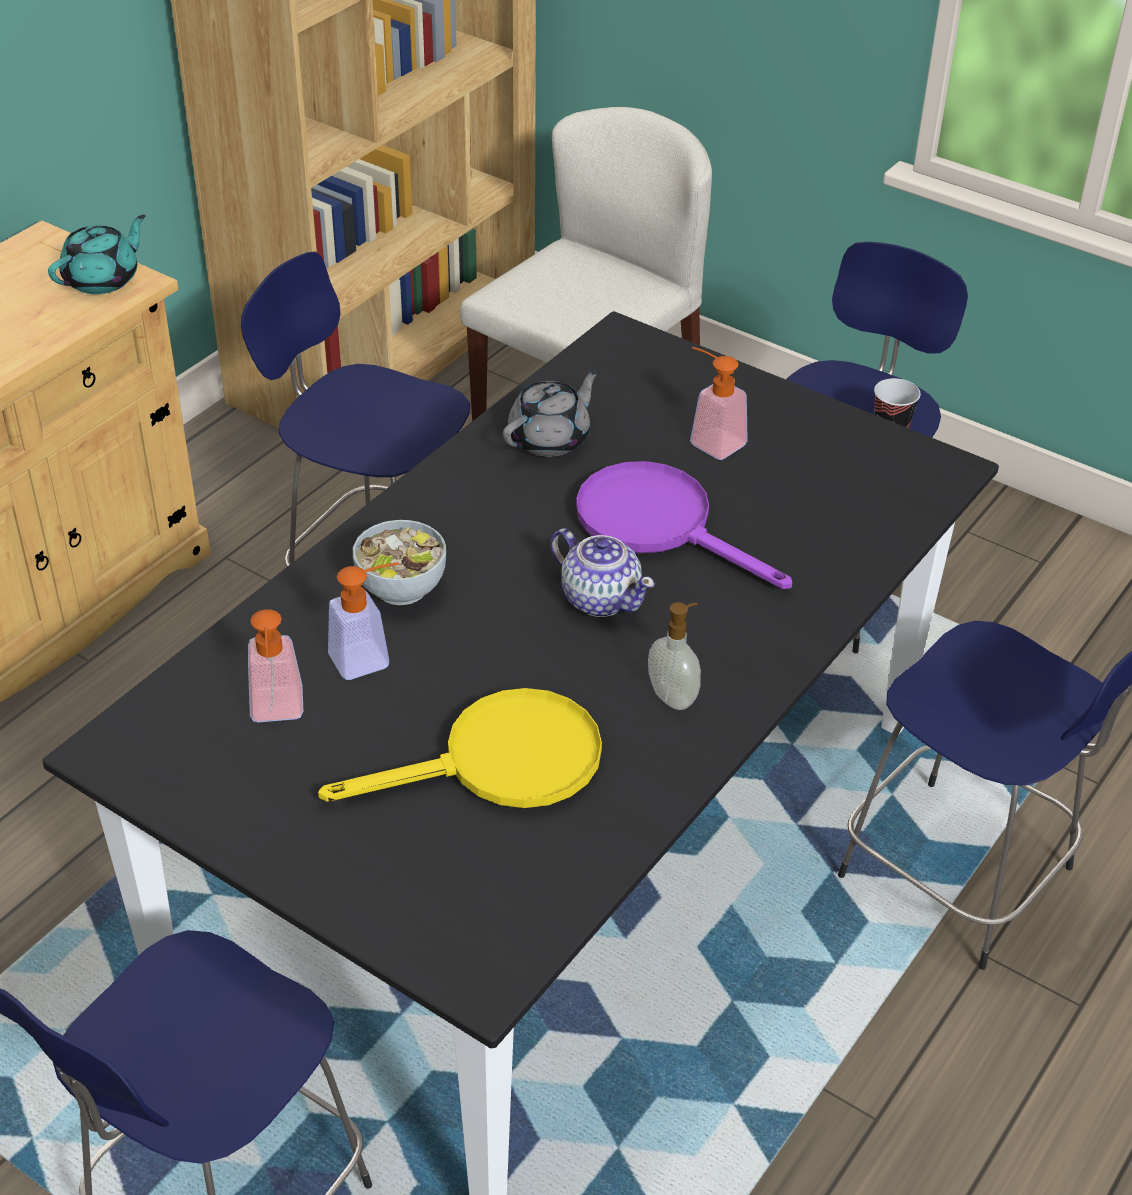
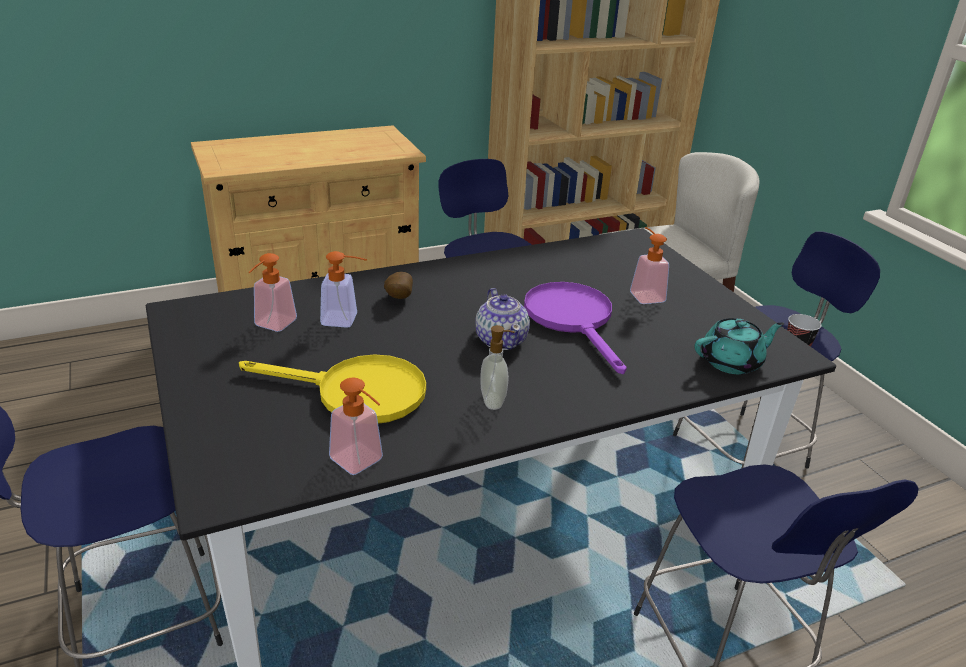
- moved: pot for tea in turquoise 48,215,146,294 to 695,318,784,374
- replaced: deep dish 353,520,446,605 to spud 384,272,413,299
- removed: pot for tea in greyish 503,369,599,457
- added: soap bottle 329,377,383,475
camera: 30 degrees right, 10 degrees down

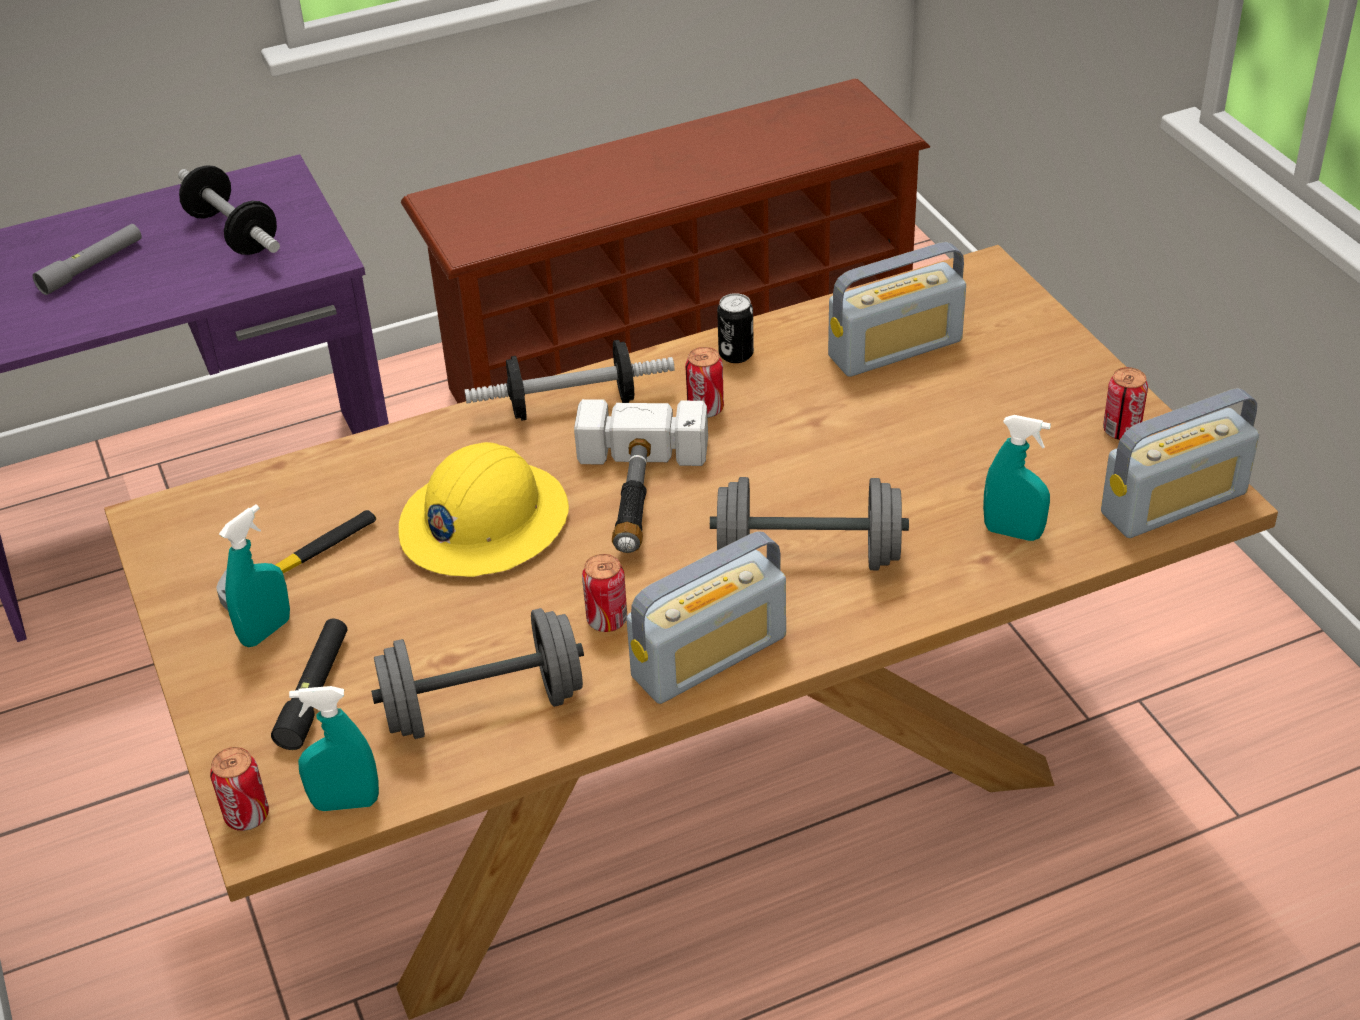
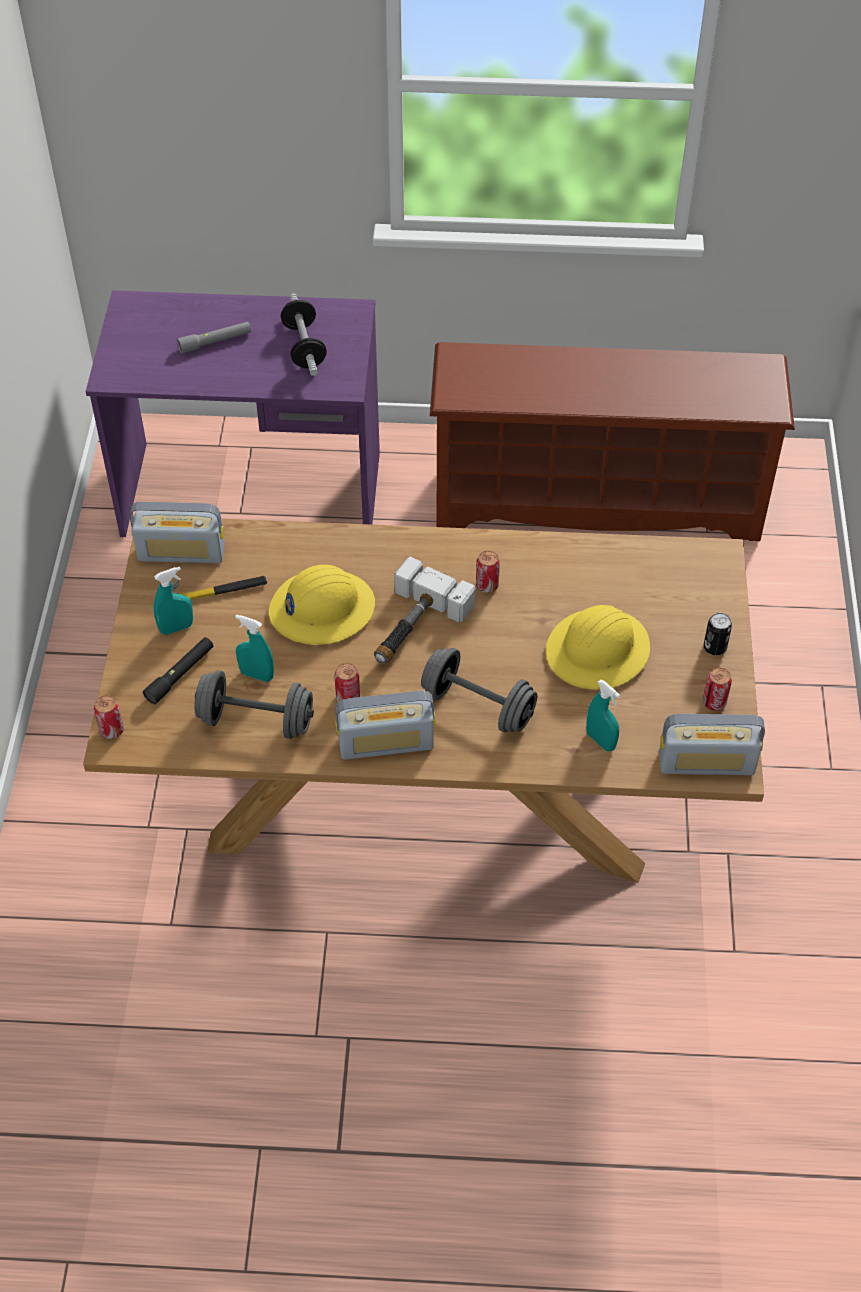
- moved: hand sprayer in turquoise 289,686,379,811 to 235,615,274,682
- removed: dumbbell 464,340,674,421
- moved: sealed can 717,293,754,363 to 704,613,732,655
- moved: radio 828,242,966,377 to 130,502,225,563
- added: work helmet in yellowish 546,605,650,690
camera: 25 degrees right, 10 degrees up

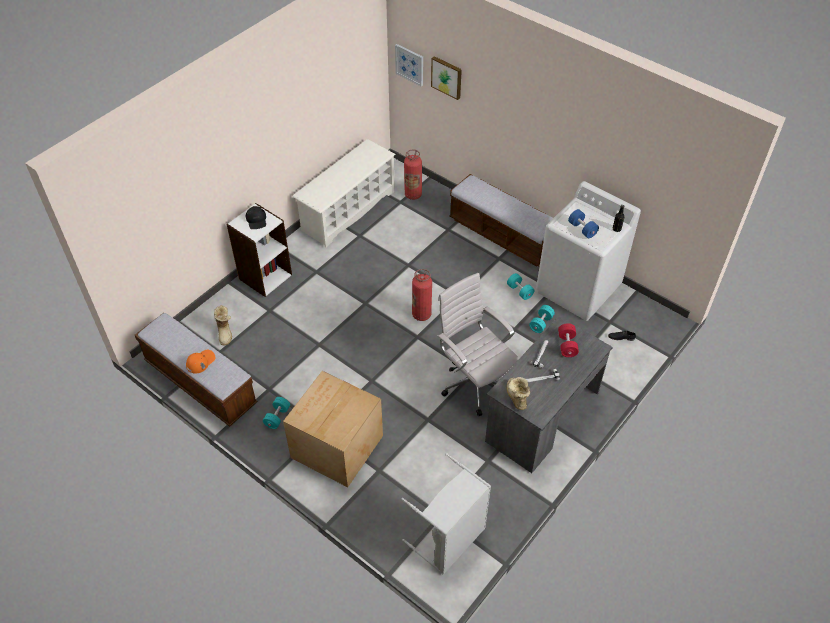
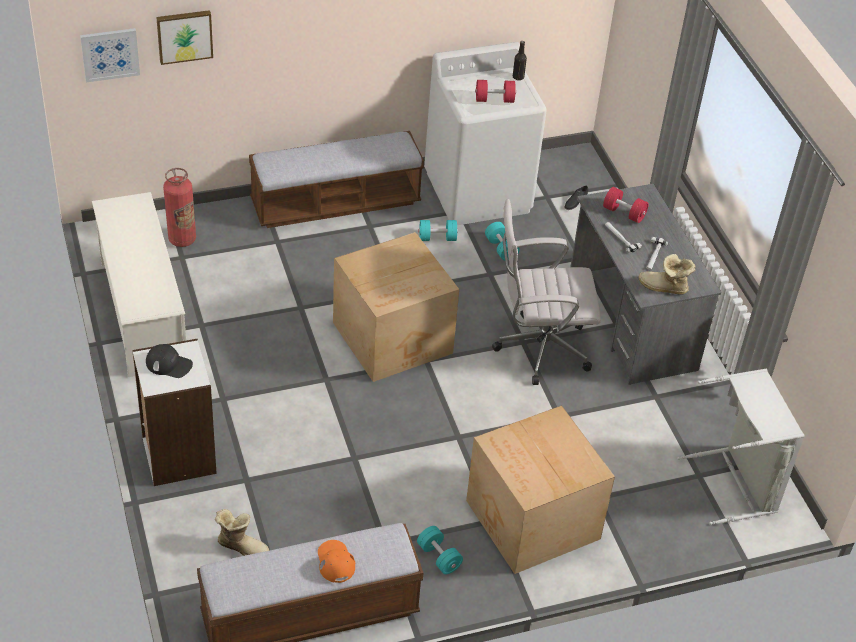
- replaced: extinguisher 412,269,432,321 to packing box 333,232,459,382
- recoloured: dumbbell in blue-coloured 568,209,599,238 to dumbbell in red-coloured 475,80,516,103
camera: 60 degrees left, 5 degrees down

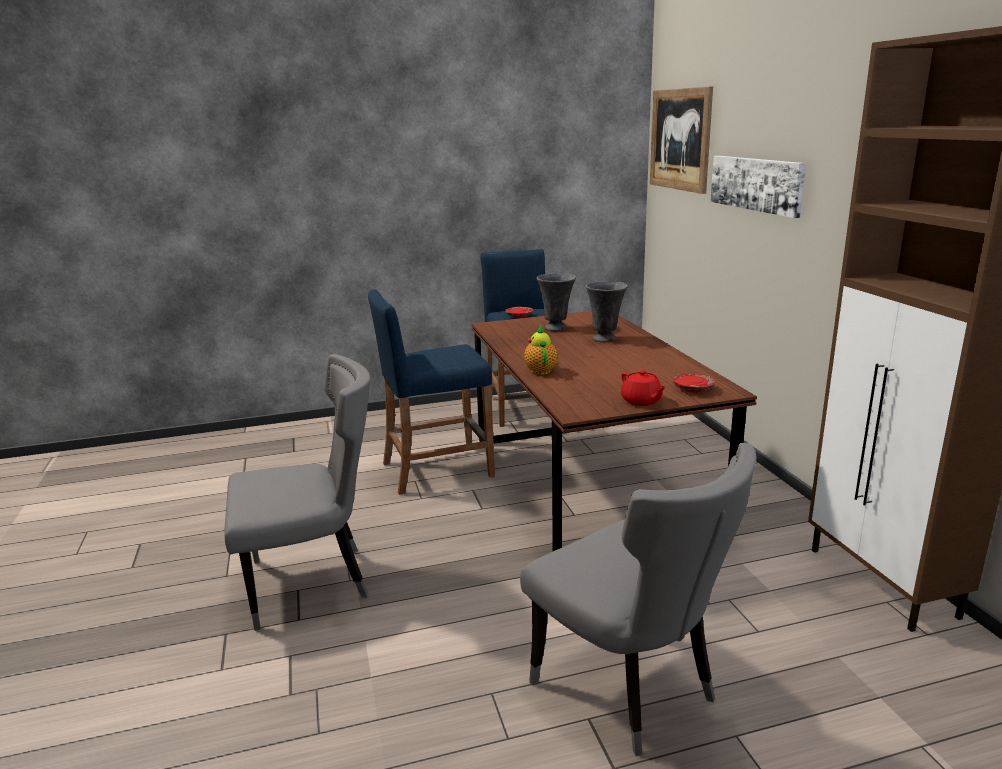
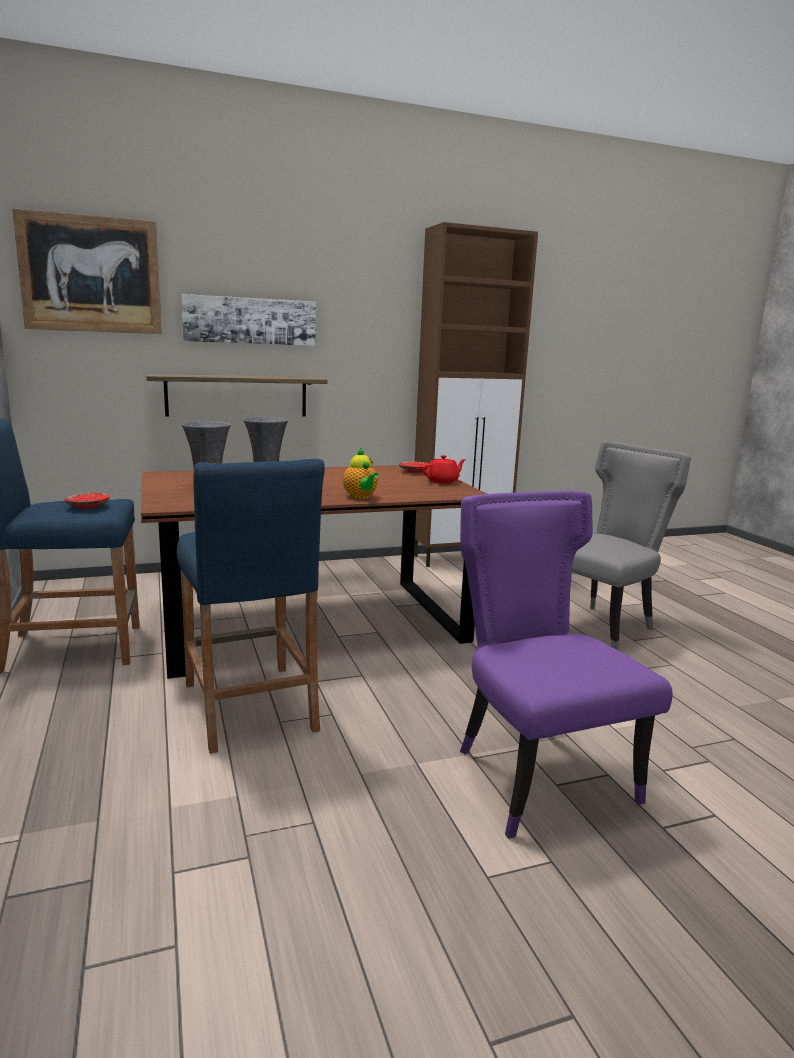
- recoloured: chair in greyish 225,354,371,631 to chair in purple 460,491,673,839
- turned: pot for tea 524,325,558,375 = 343,447,378,499 105 degrees counterclockwise
- added: shelf 146,374,328,416
camera: 95 degrees left, 5 degrees down

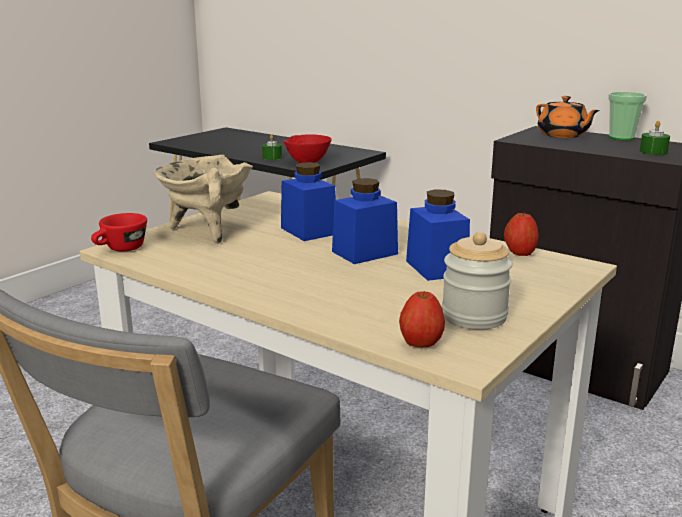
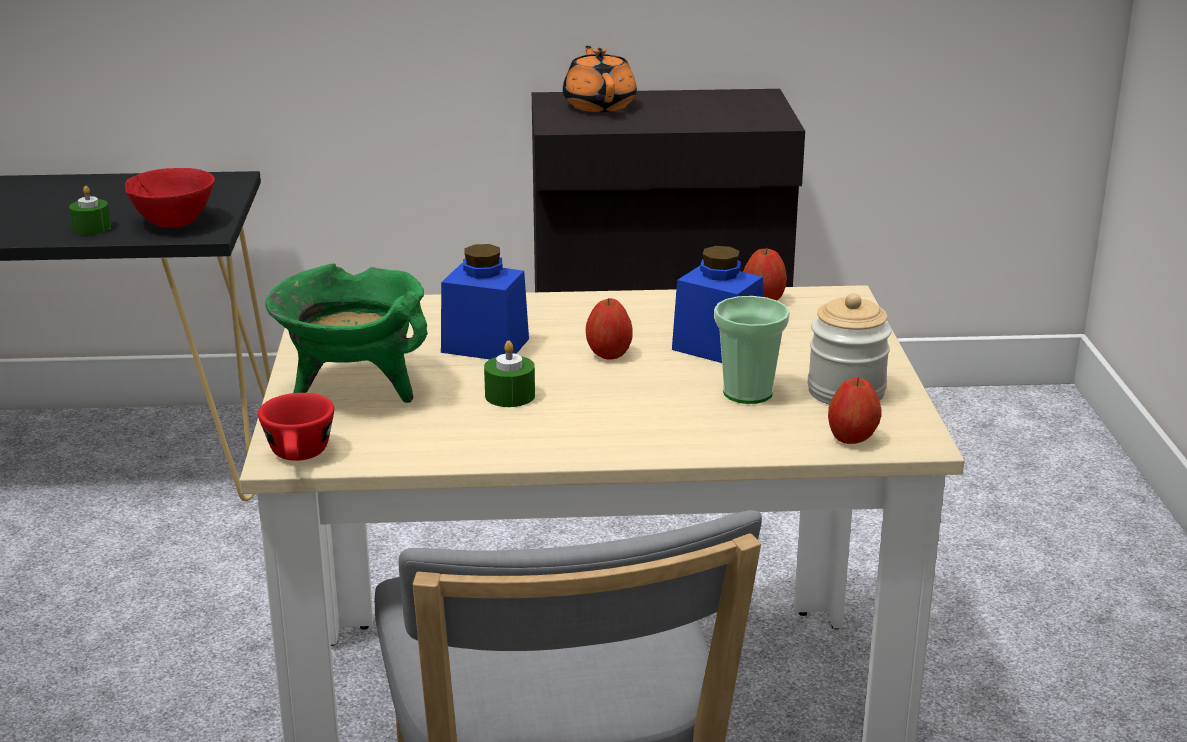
- recoloured: cooking pot in beige-coloured 154,155,253,244 to cooking pot in greenish 265,264,428,403
- replaced: storage jar in blue-coloured 332,178,398,264 to apple fruit 586,298,633,360
- turned: pot for tea in orangey 536,96,600,138 = 563,46,637,112 120 degrees counterclockwise
- moved: drinking cup 608,92,647,140 to 714,296,790,404
- moved: wax light in greenish 640,121,670,155 to 484,341,535,407
camera: 40 degrees left, 5 degrees up

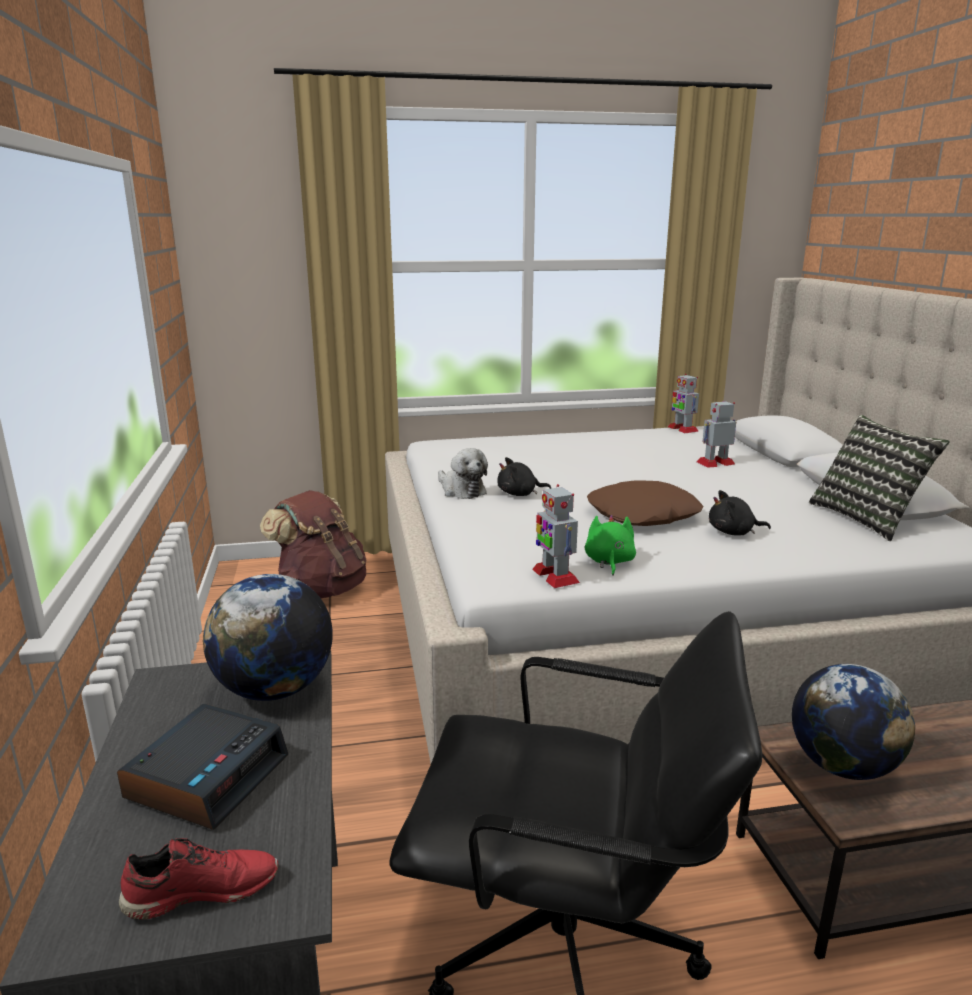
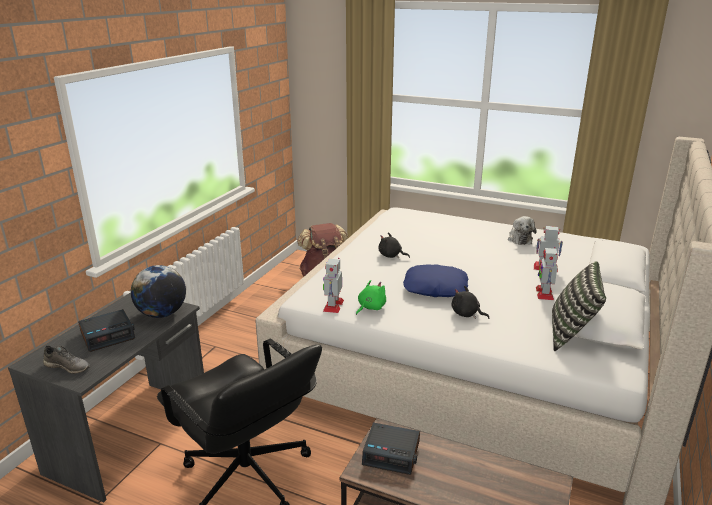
- recoloured: item of footwear in red-coloured 119,838,278,919 to item of footwear in greyish 43,345,90,374
- moved: cuddly toy 438,448,488,499 to 508,216,537,245
- recoloured: pillow in brown-coloured 587,480,703,526 to pillow in blue-coloured 403,264,468,297
- moved: toy robot 668,374,699,433 to 536,247,558,300
- replaced: world globe 792,664,915,780 to alarm clock 362,422,420,475
camera: 35 degrees right, 5 degrees up

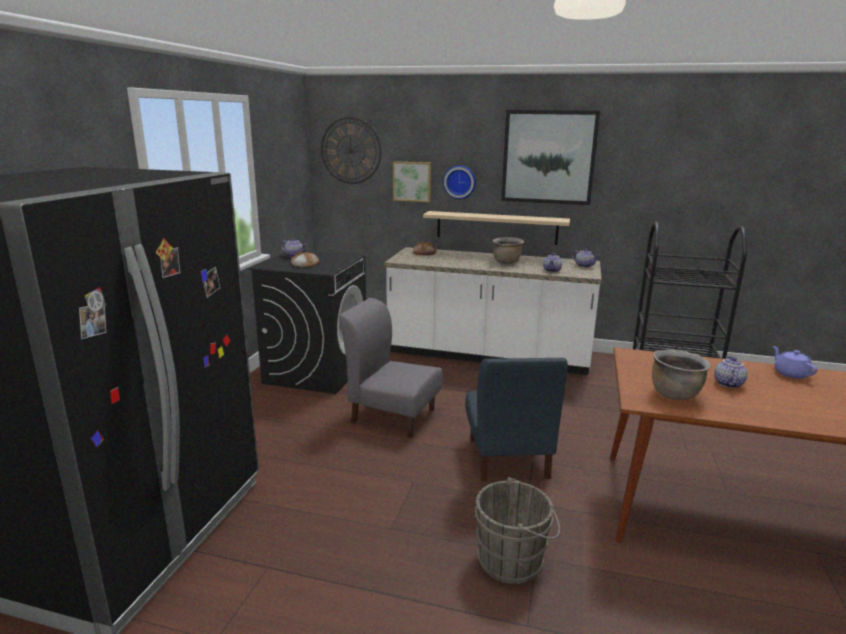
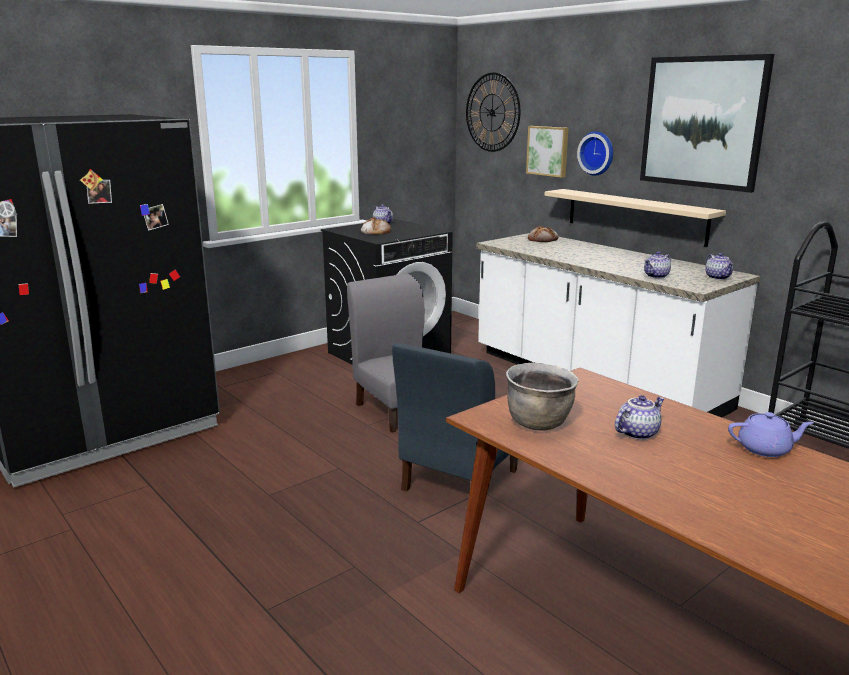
- removed: water bucket in greyish 475,477,560,584
- removed: cooking pot in brown-coloured 492,237,524,264
- turned: pot for tea in purple 773,346,817,379 = 728,412,814,457 75 degrees clockwise
camera: 35 degrees right, 0 degrees up

